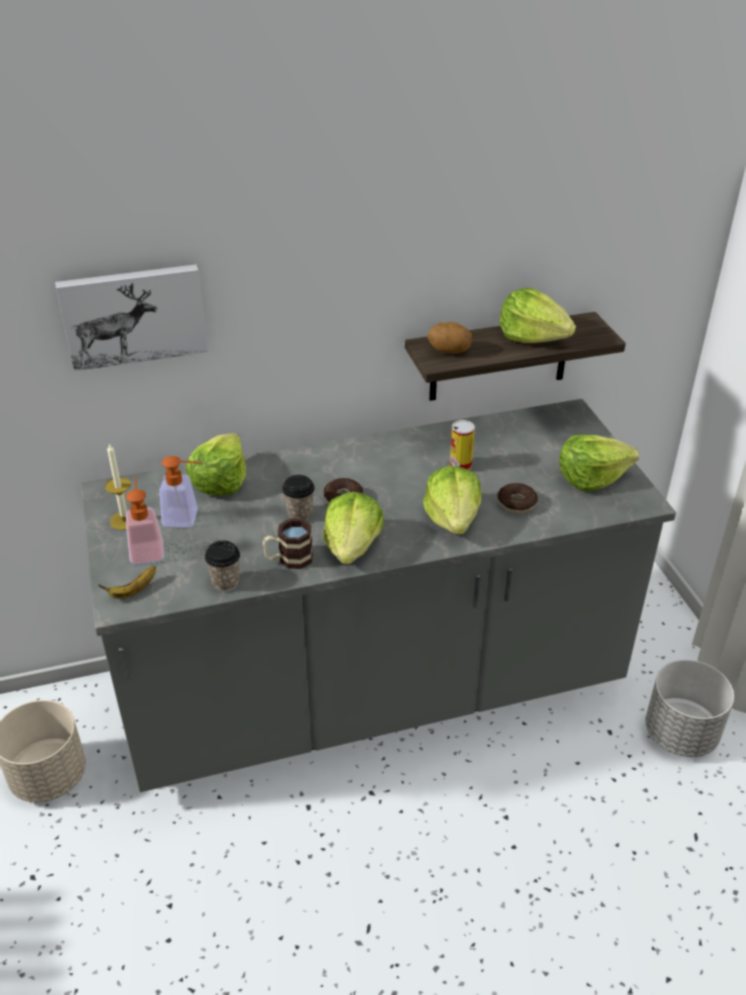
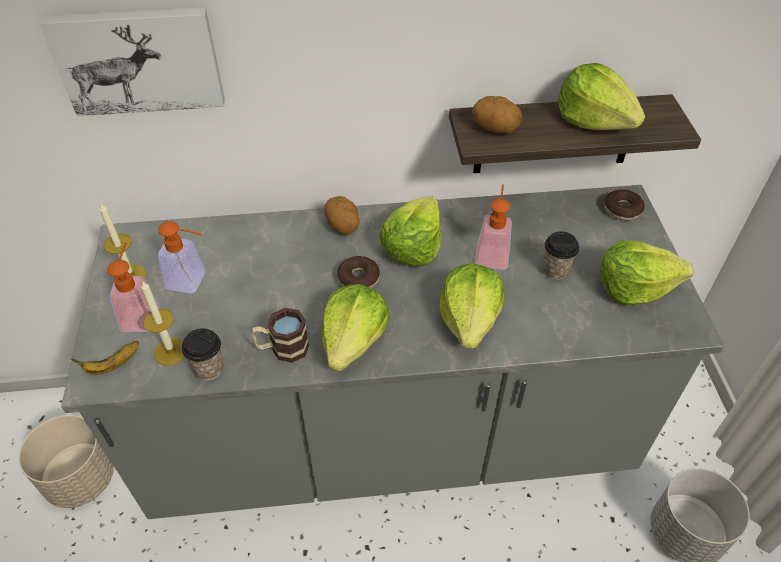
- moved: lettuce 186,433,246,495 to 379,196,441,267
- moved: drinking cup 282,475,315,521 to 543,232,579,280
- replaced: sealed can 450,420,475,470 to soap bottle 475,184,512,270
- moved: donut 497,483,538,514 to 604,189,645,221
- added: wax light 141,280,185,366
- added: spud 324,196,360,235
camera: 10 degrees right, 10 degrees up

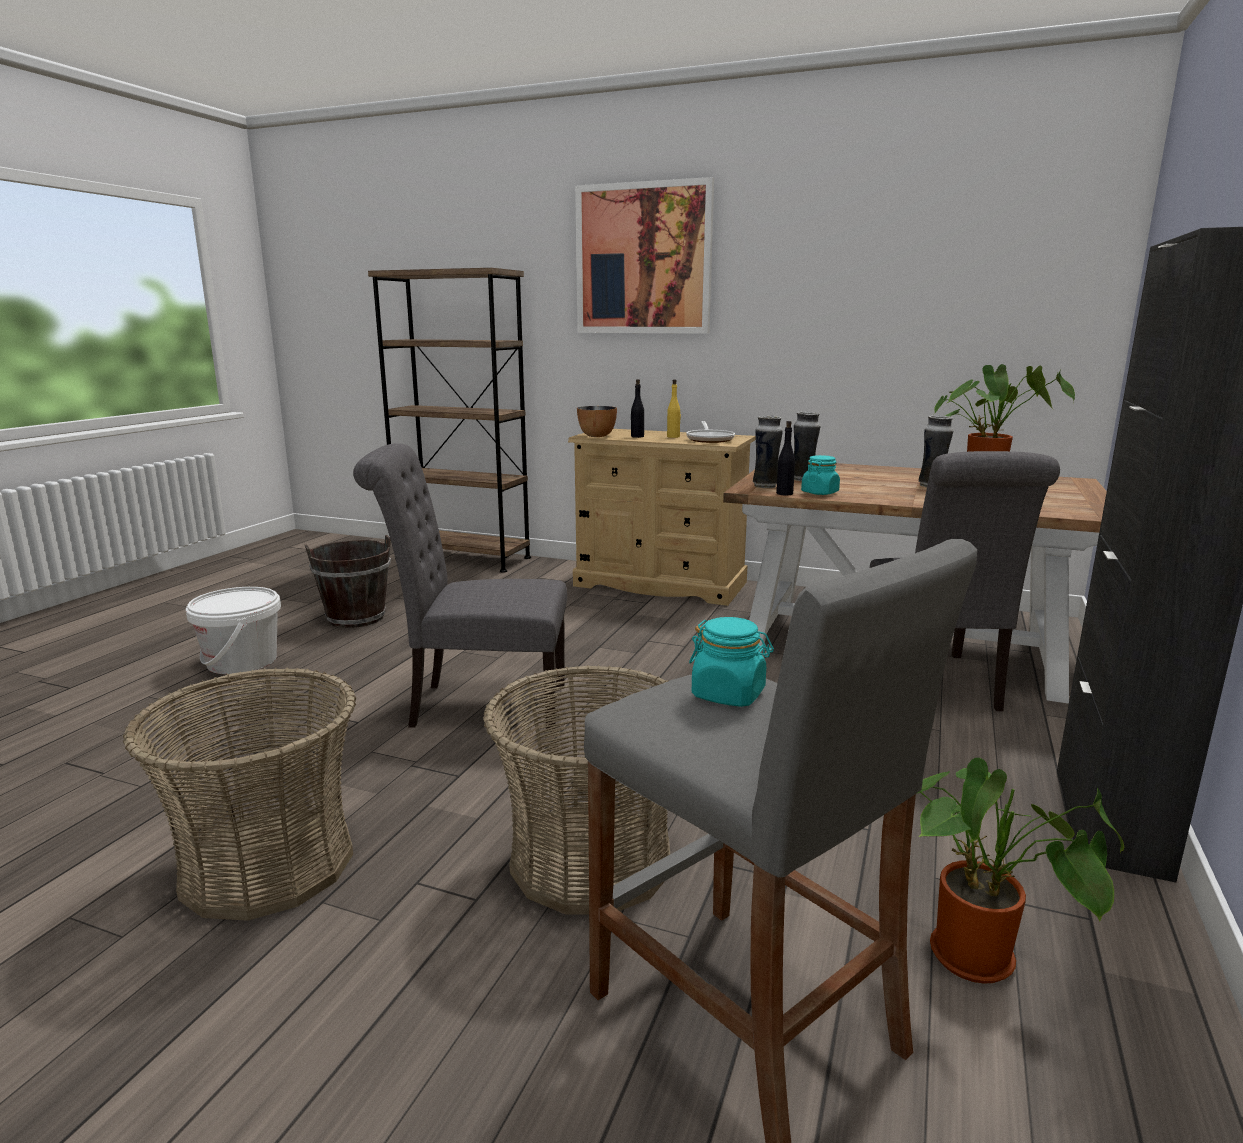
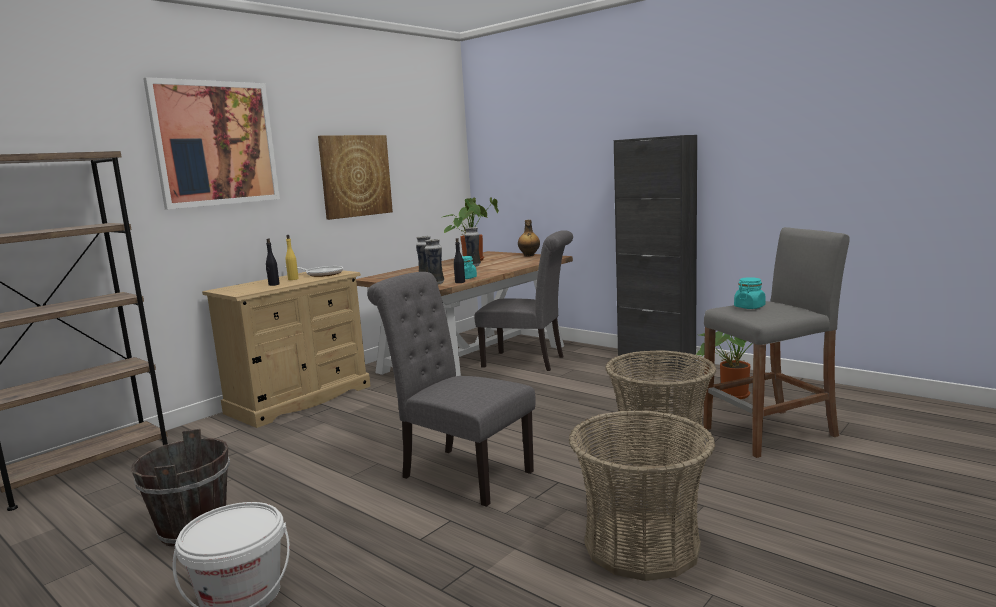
- turned: chair in greyish 353,443,567,732 = 367,272,536,507 105 degrees clockwise
- removed: deep dish 577,406,617,437
- added: picture 318,135,393,220
- added: drink bottle 518,220,540,257
camera: 70 degrees left, 5 degrees down

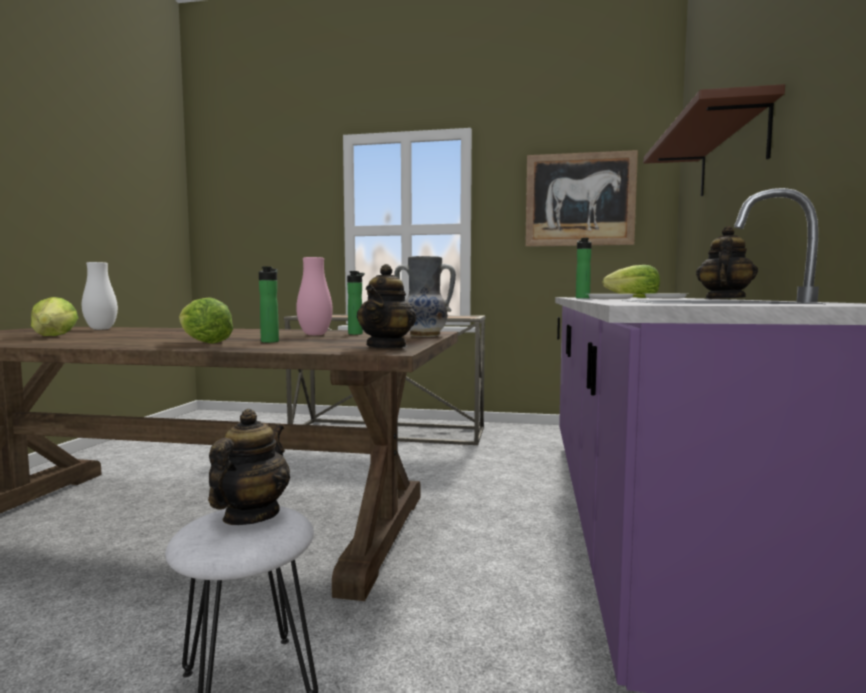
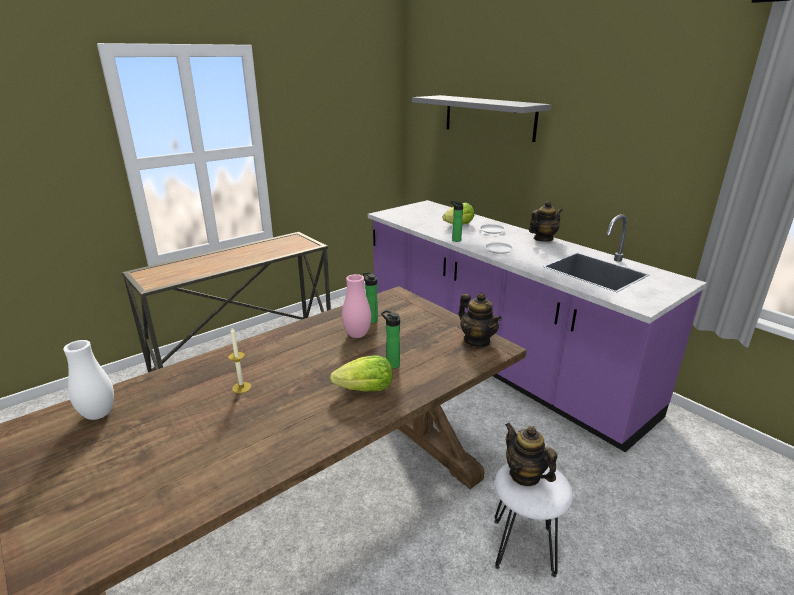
- removed: lettuce 31,297,78,336
- removed: decorative vase 394,256,456,337
- removed: picture 525,150,638,247
- recoloured: shelf in brown-coloured 643,84,785,196 to shelf in greyish 412,95,551,142
- turned: pot for tea 696,226,758,299 = 529,201,562,241 75 degrees clockwise
- added: wax light 228,328,251,393
camera: 50 degrees left, 20 degrees up

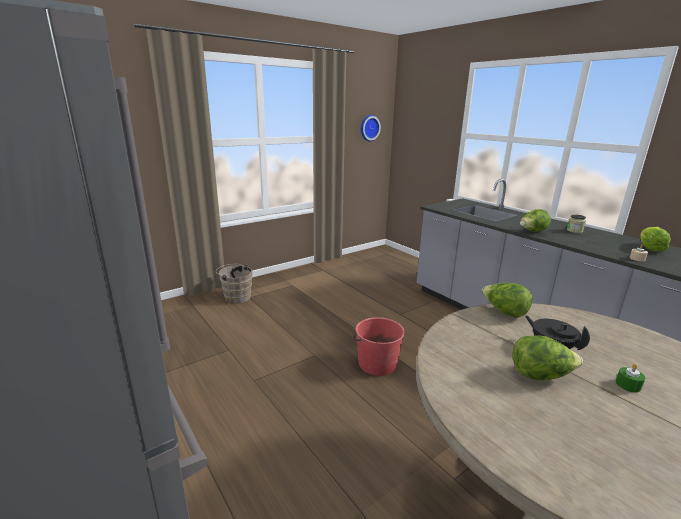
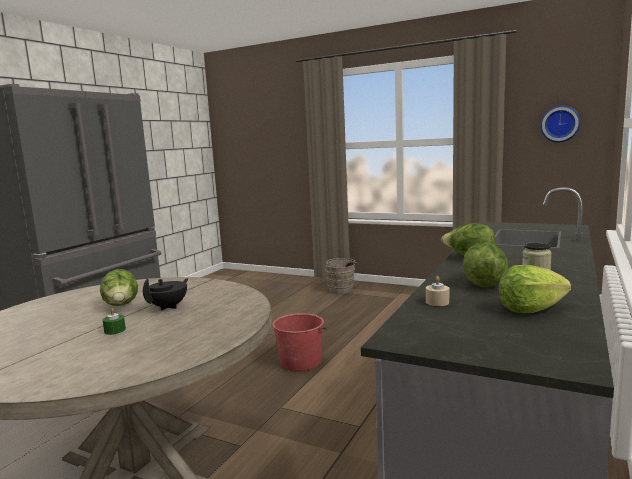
- moved: lettuce 482,283,532,318 to 463,242,508,287
camera: 65 degrees right, 10 degrees down

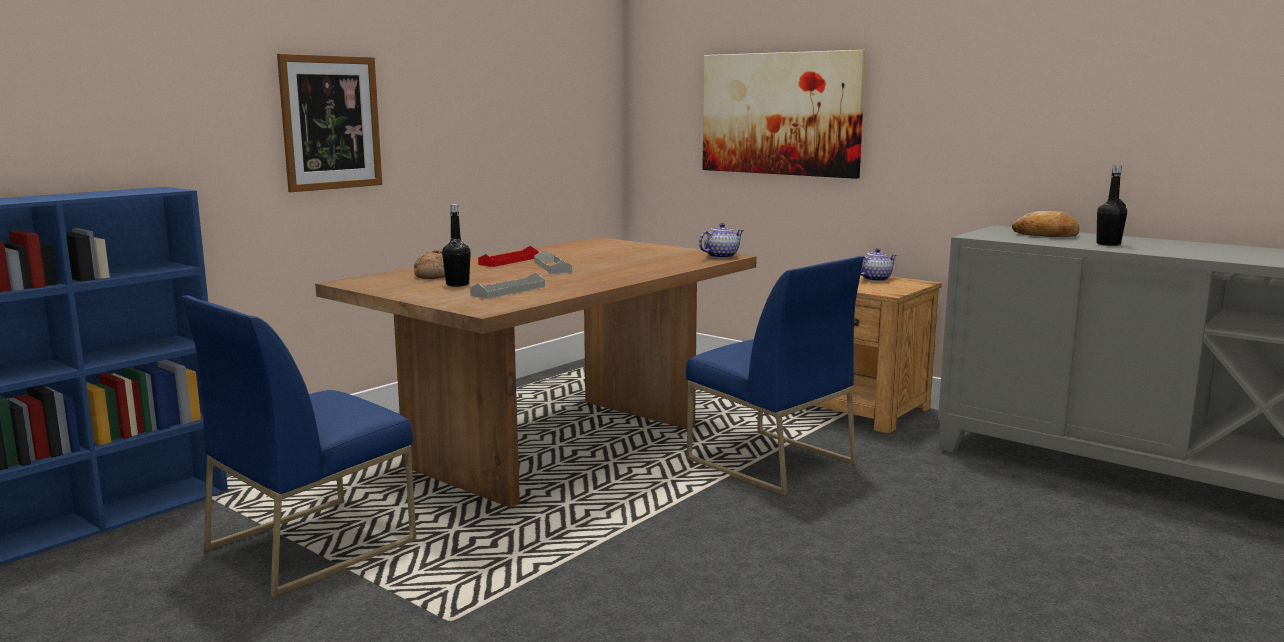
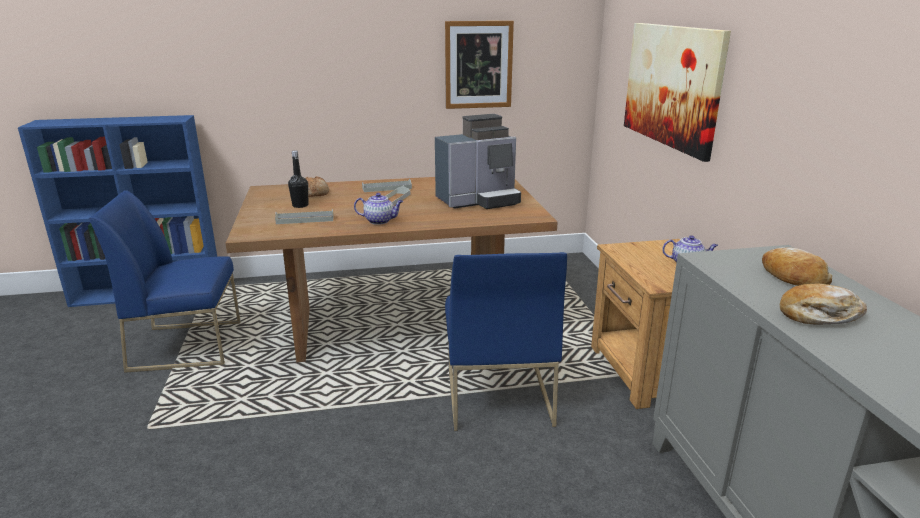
- moved: picture 277,54,382,192 to 445,21,514,109
- recoloured: tray in red-coloured 478,246,539,267 to tray in greyish 362,179,412,192
- moved: pot for tea 699,223,744,258 to 354,193,403,225
- replaced: drink bottle in black-coloured 1097,165,1127,246 to baked bread 780,283,867,325
- added: coffee machine 435,114,521,209
camera: 40 degrees right, 10 degrees up

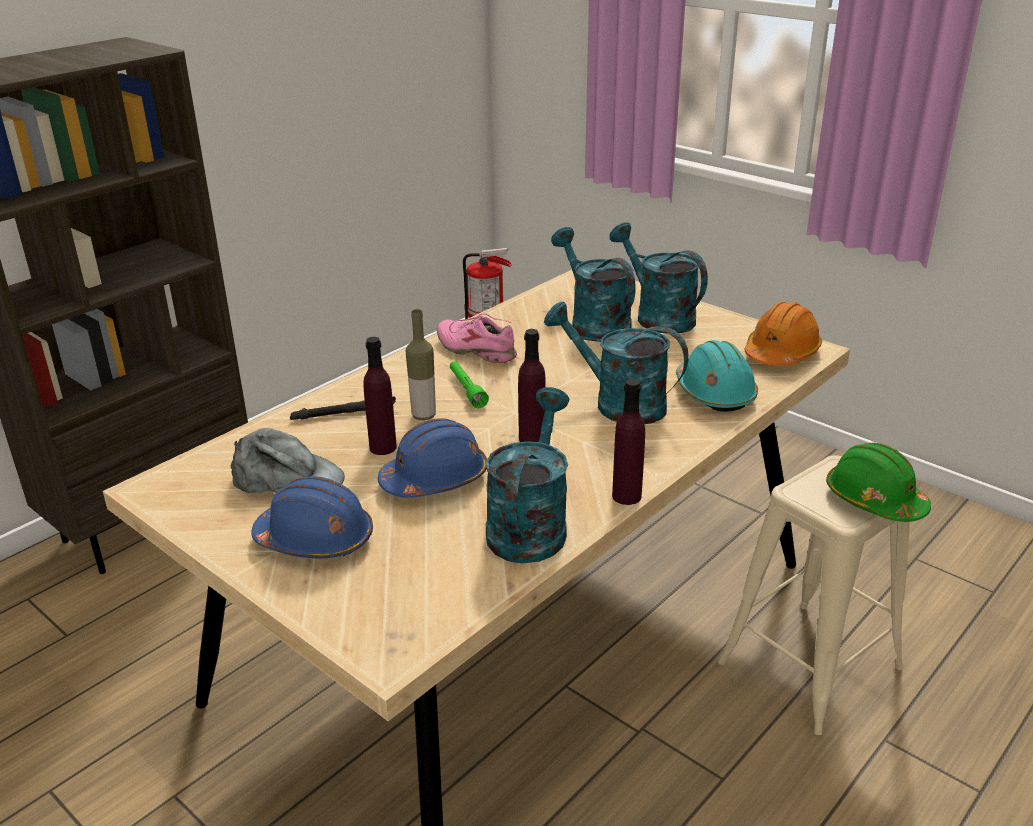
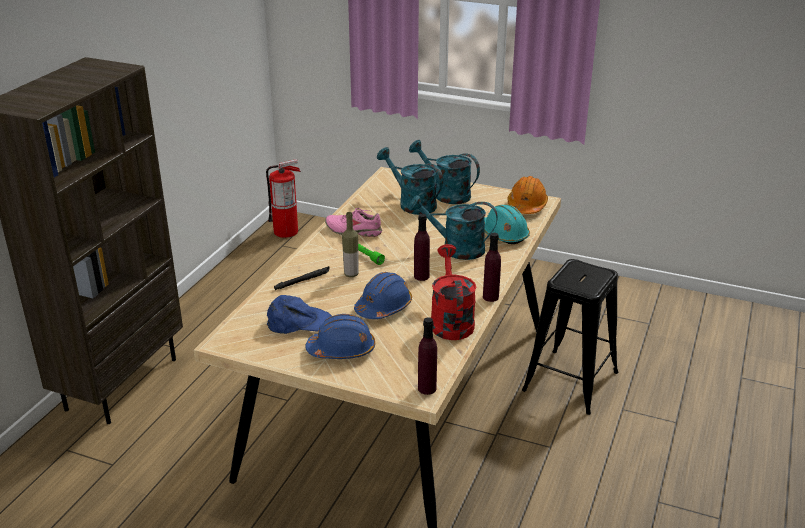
- recoloured: baseball cap in greyish 231,428,345,493 to baseball cap in blue-coloured 267,295,332,334
- moved: drink bottle in purple 363,337,397,455 to 418,317,437,395
- recoloured: sprinkling can in turquoise 486,387,570,563 to sprinkling can in red-coloured 431,244,477,340
- recoloured: stool seat in beige-coloured 718,455,910,735 to stool seat in black-coloured 522,259,618,415
- removed: work helmet in greenish 826,443,931,522
camera: 20 degrees left, 0 degrees up

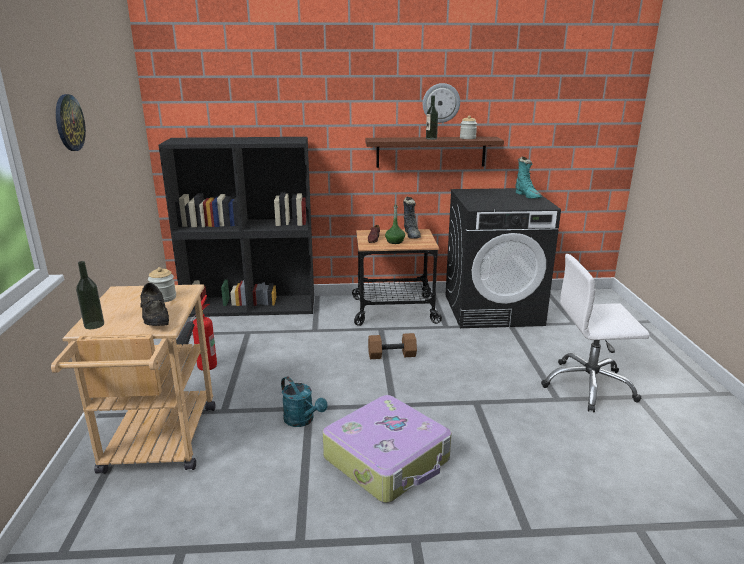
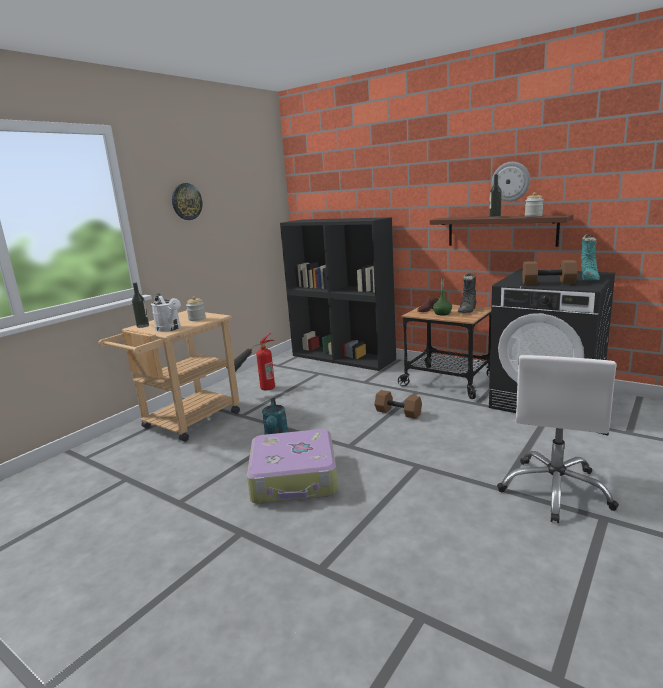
- replaced: item of footwear in black-coloured 140,283,169,326 to sprinkling can in white-coloured 151,293,181,332
- turned: computer chair in white-coloured 541,254,650,412 = 497,355,619,523 105 degrees counterclockwise
- added: dumbbell in brown-coloured 522,260,577,285
camera: 40 degrees right, 5 degrees down

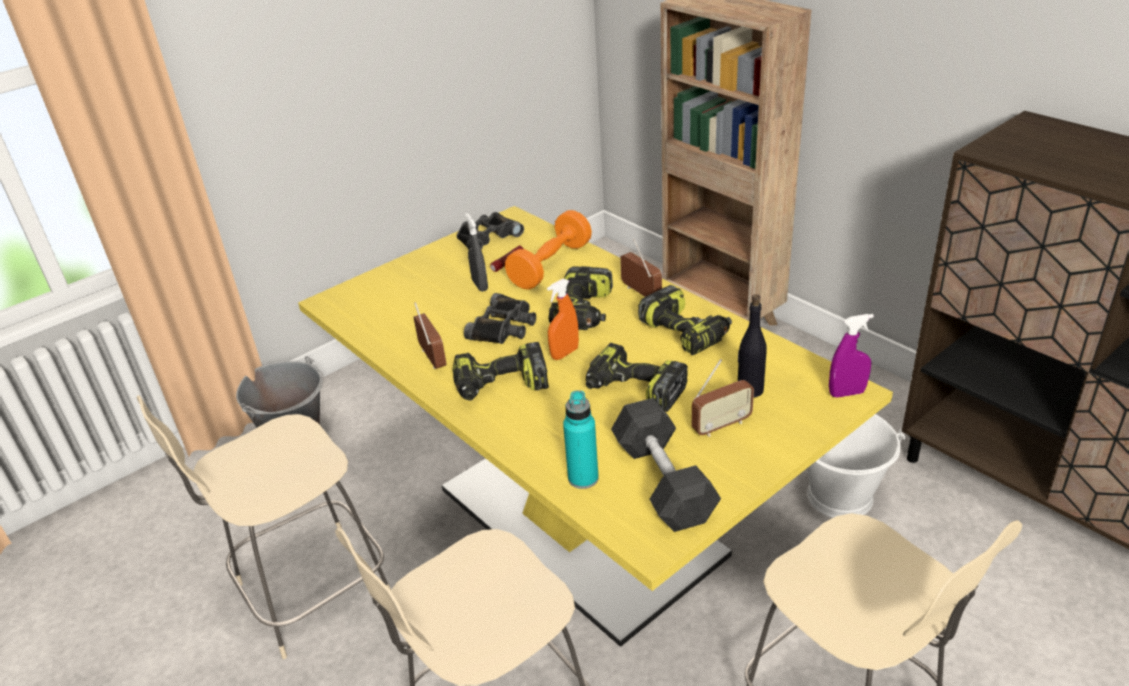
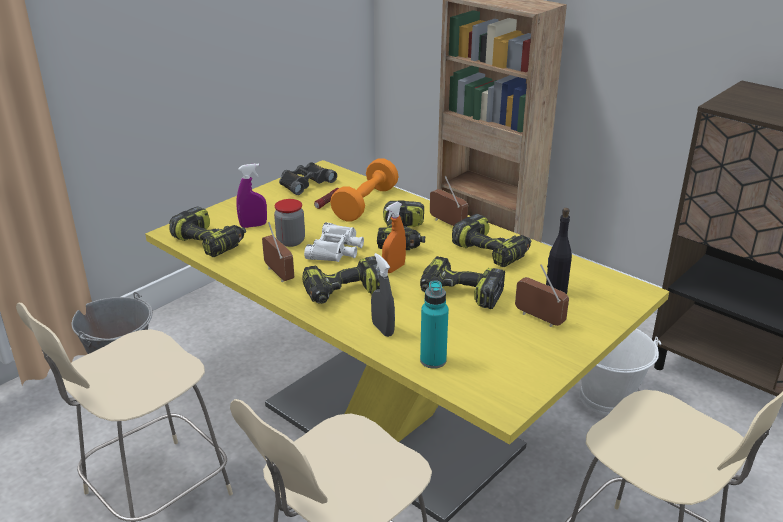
- recoloured: binoculars in black-coloured 464,293,536,344 to binoculars in white-coloured 304,222,364,262
- moved: hand sprayer in greyish 465,213,488,292 to 371,253,395,337
- removed: dumbbell in greyish 611,398,721,532
- turned: radio 692,359,754,437 = 515,264,569,327 105 degrees counterclockwise
- moved: hand sprayer in purple 829,314,874,398 to 236,163,267,228
- added: drill 169,206,246,257
- added: storage jar 274,199,305,247
camera: 10 degrees left, 5 degrees down

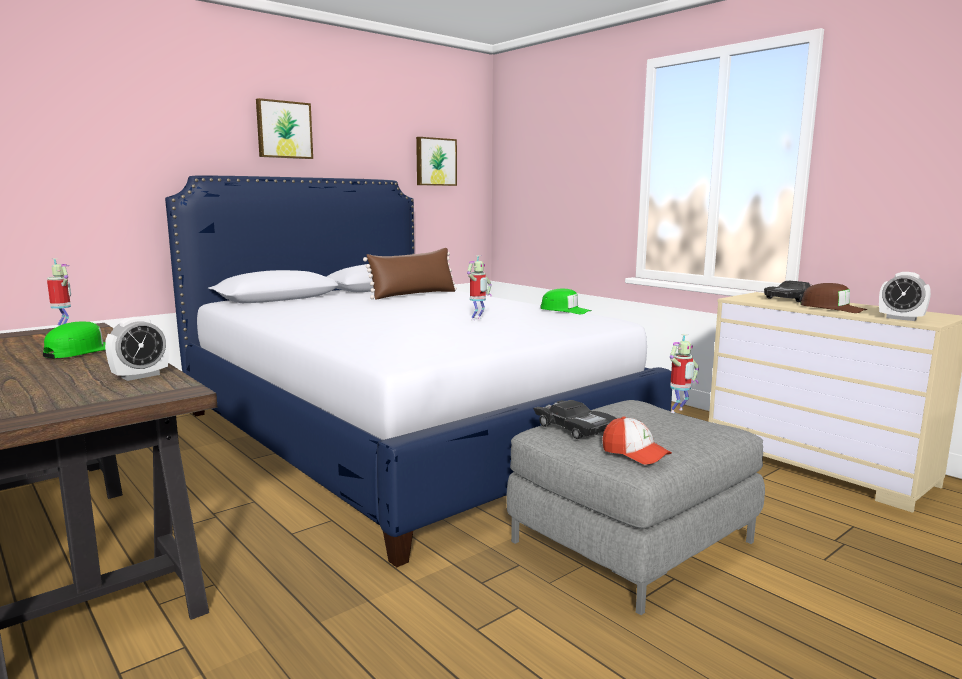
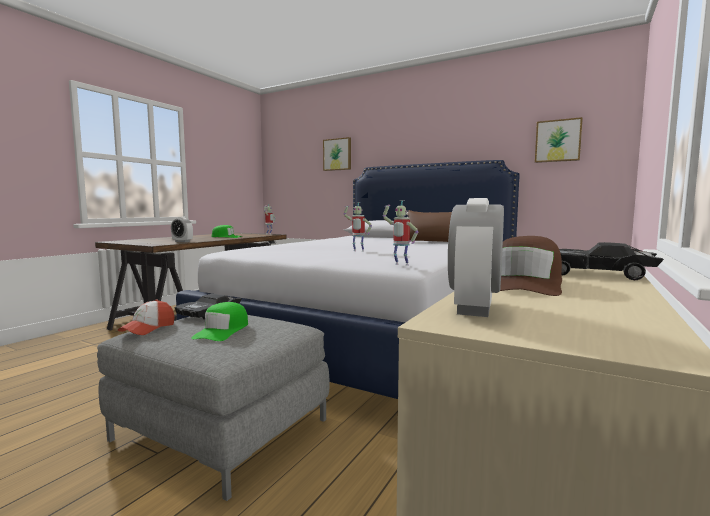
- moved: picture 256,98,313,159 to 323,137,351,171
- moved: baseball cap in greenish 540,289,592,314 to 191,302,248,341
- moved: toy robot 670,334,699,413 to 383,200,418,266
camera: 70 degrees right, 5 degrees down

